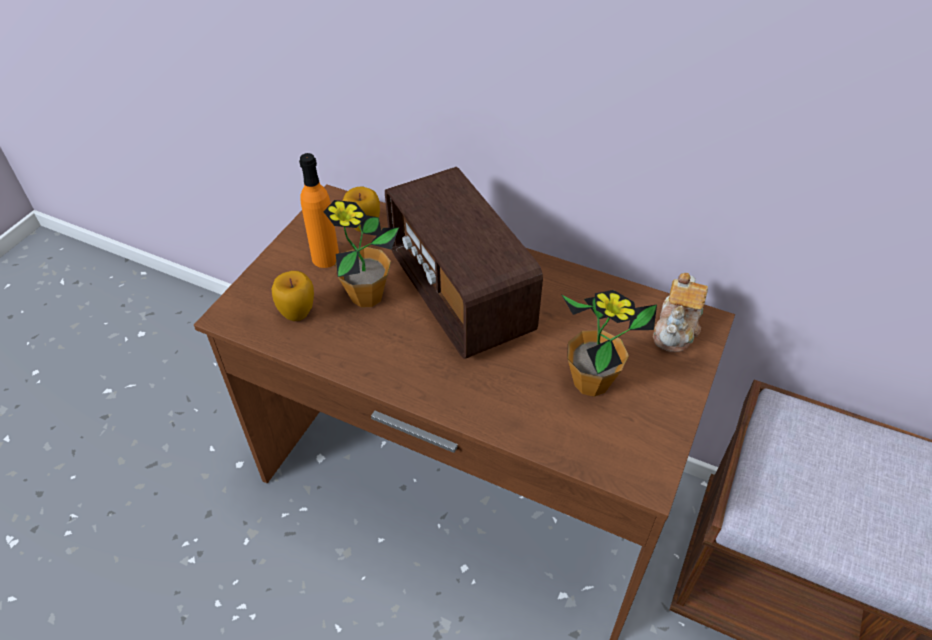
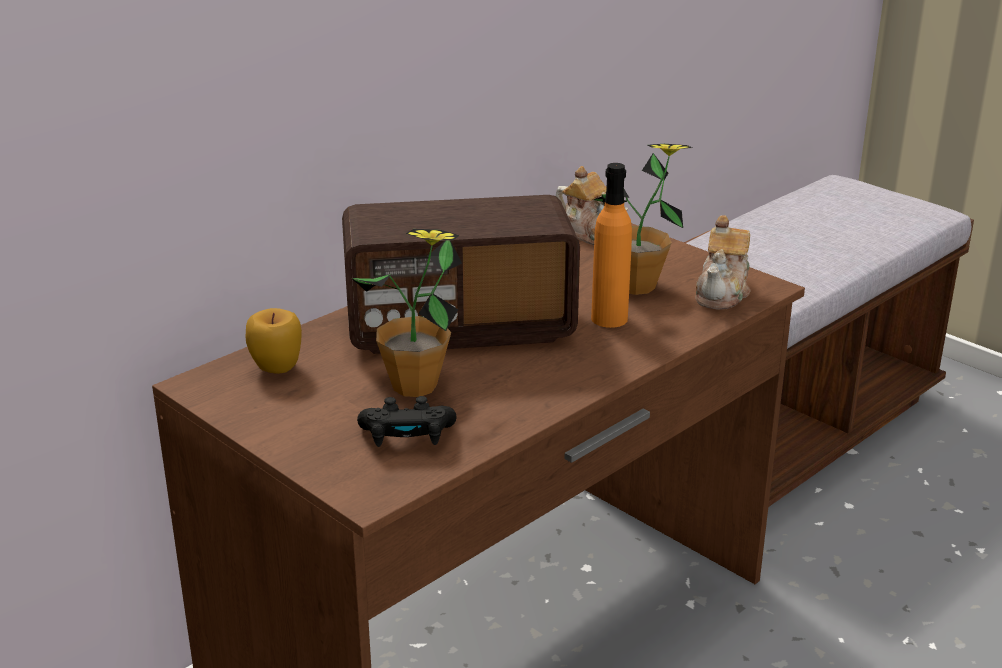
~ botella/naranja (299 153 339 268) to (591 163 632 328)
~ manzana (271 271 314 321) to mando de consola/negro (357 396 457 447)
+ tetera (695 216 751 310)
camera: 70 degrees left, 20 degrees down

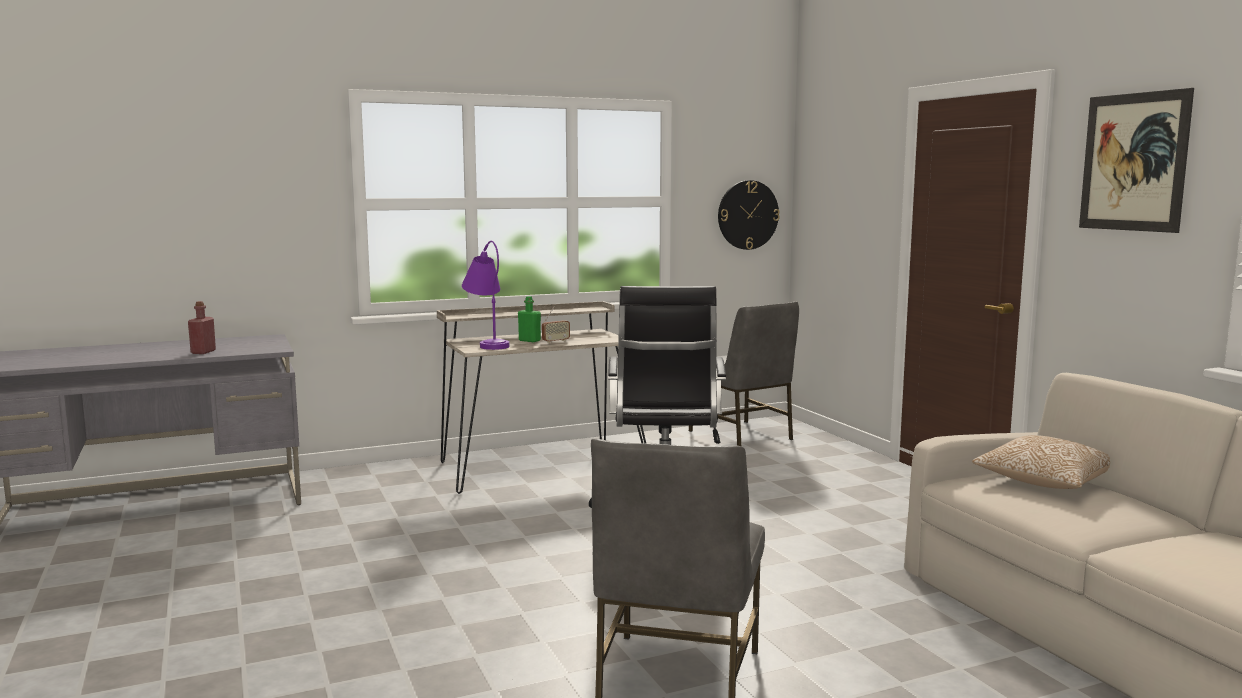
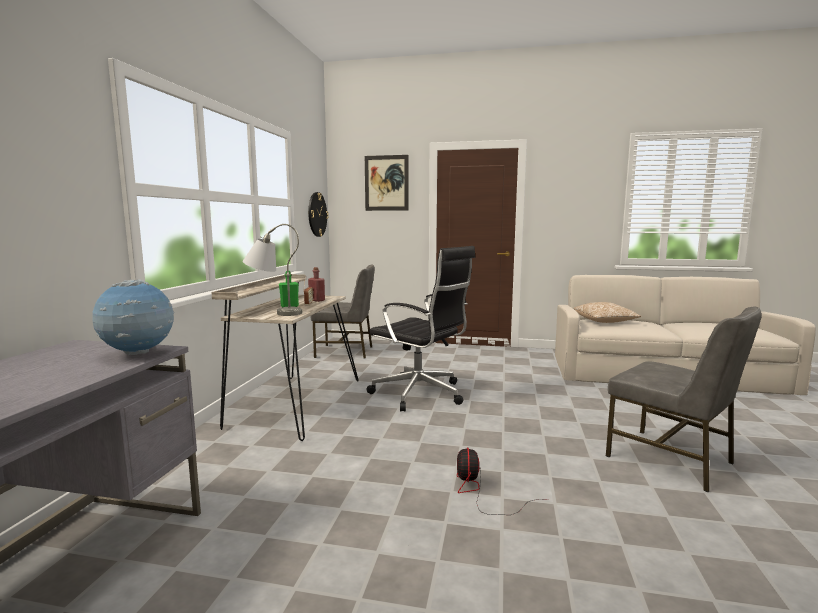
~ cuadro (1079 88 1194 233) to (365 155 408 211)
~ lámpara de mesa/morado (462 241 509 350) to lámpara de mesa/gris (243 224 302 316)
~ botella/rojo (188 301 216 354) to (308 267 325 302)
+ globo terráqueo (92 279 174 355)
+ ventilador (457 448 548 515)
camera: 55 degrees left, 0 degrees up

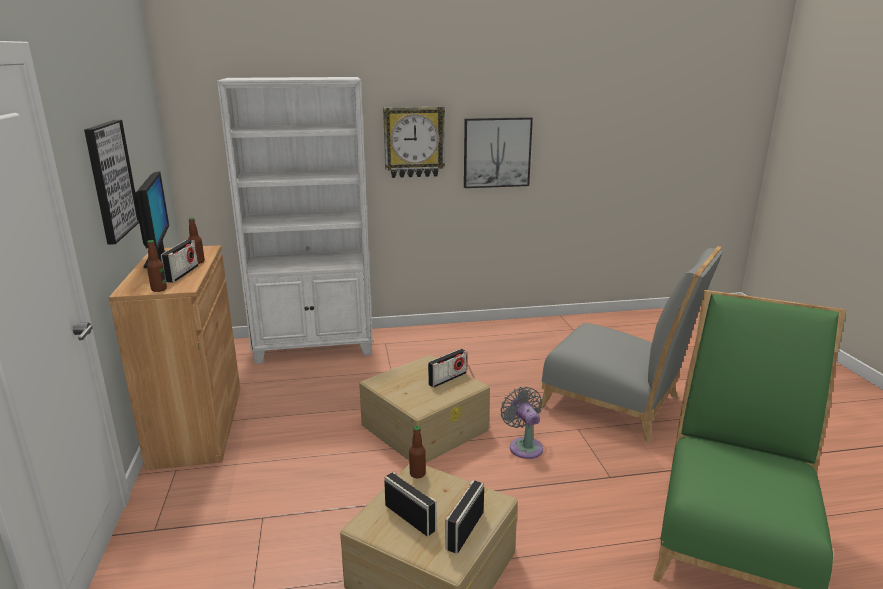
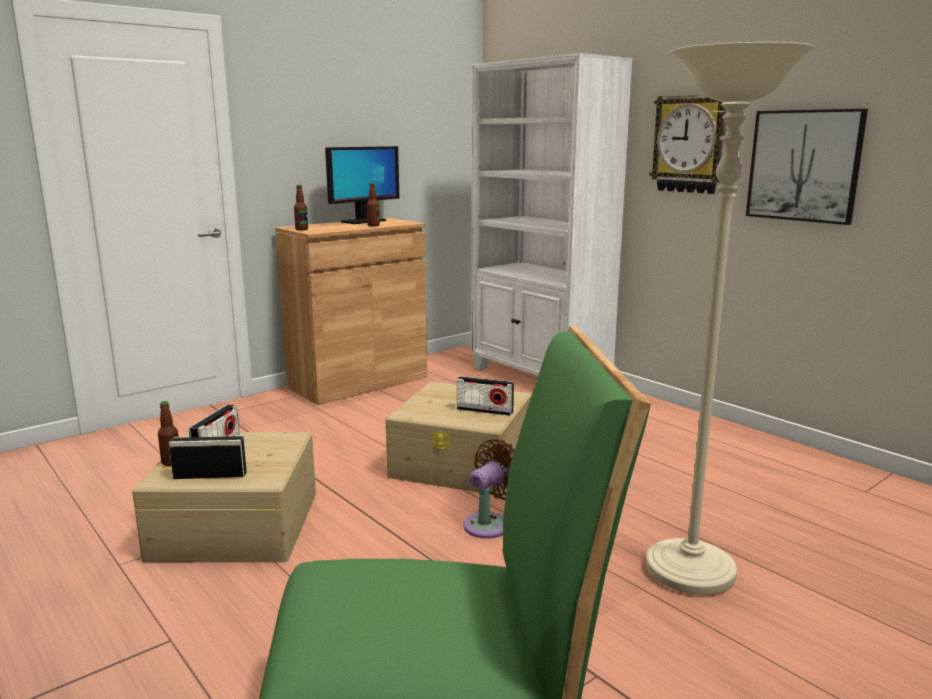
- cuadro (84 120 139 245)
- radio (161 240 198 283)
~ silla/gris (538 246 723 443) to lámpara de pie/beis (646 42 816 595)
~ ventilador/gris (500 387 543 459) to ventilador/marrón (463 439 515 539)
~ botella (409 426 426 478) to (158 401 179 466)
camera: 60 degrees right, 5 degrees down

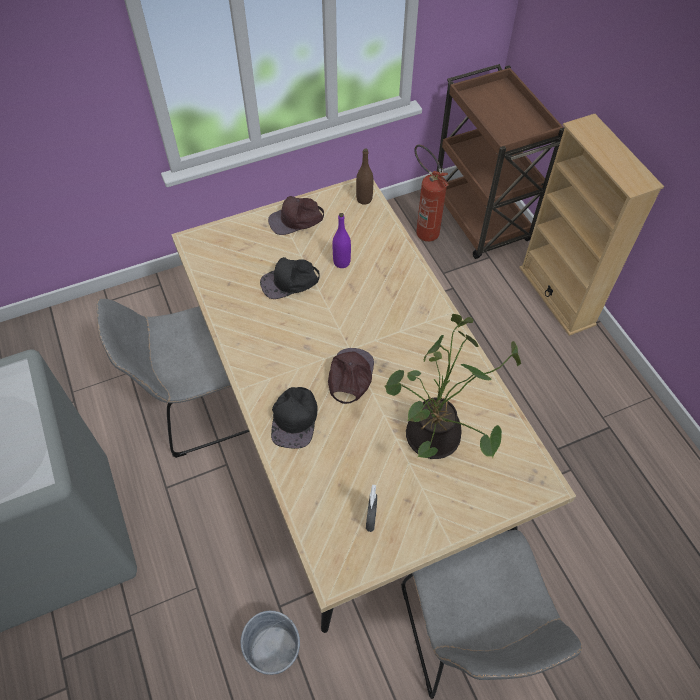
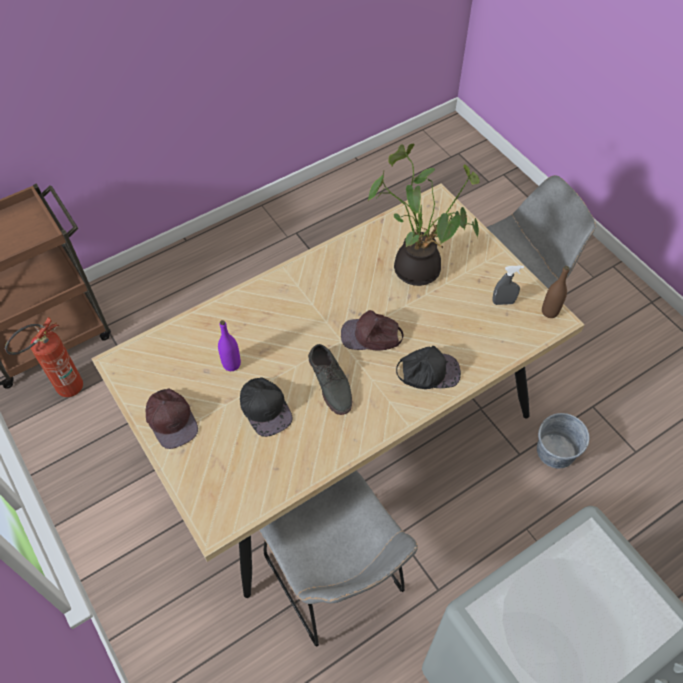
- estantería/beis (519 114 664 336)
~ botella/marrón (356 148 373 205) to (542 266 569 318)
+ zapato/gris (308 344 352 415)
camera: 100 degrees left, 0 degrees up

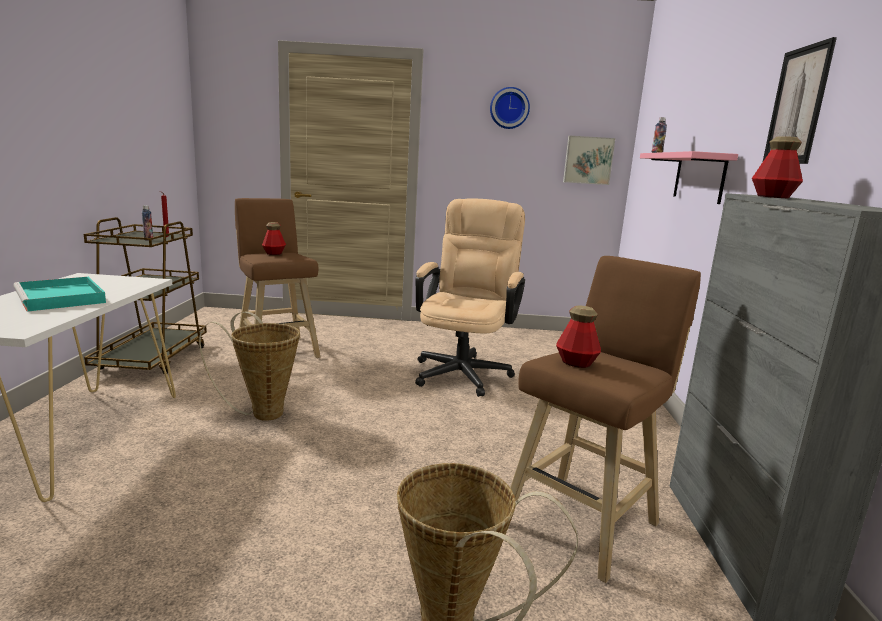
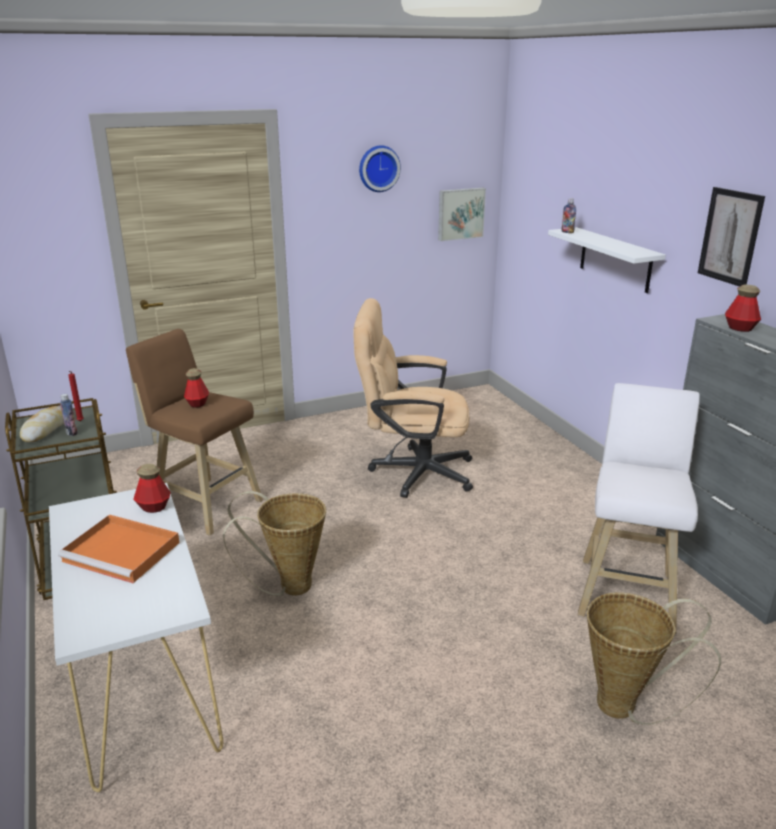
~ estante/rosa (640 151 738 204) to estante/blanco (548 227 666 293)
~ silla de oficina/beis (415 199 525 397) = (353 298 473 498) 75 degrees counterclockwise
~ taburete/marrón (510 256 701 583) to taburete/blanco (578 383 700 634)
~ bandeja/turquesa (13 277 106 312) to bandeja/naranja (58 515 179 583)
~ botella (556 305 601 368) to (133 464 171 513)
+ pan (20 406 64 442)
camera: 25 degrees left, 10 degrees up

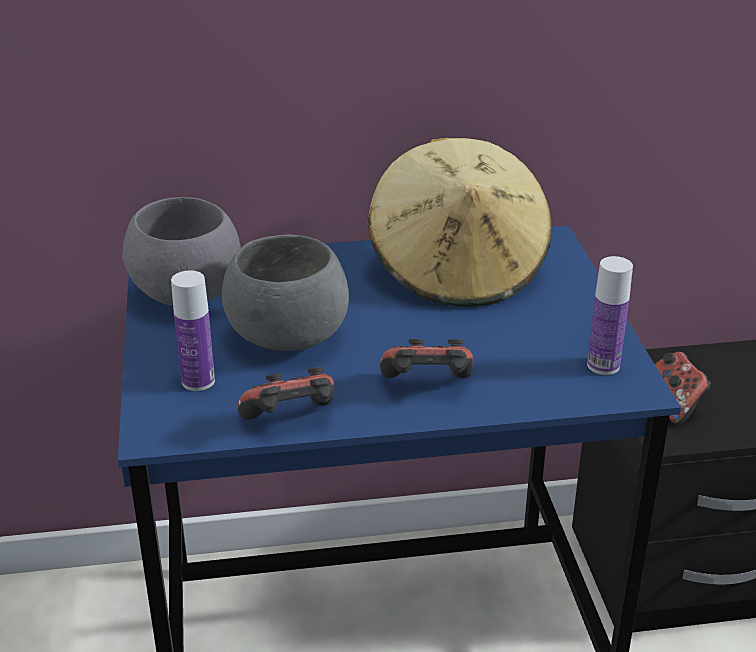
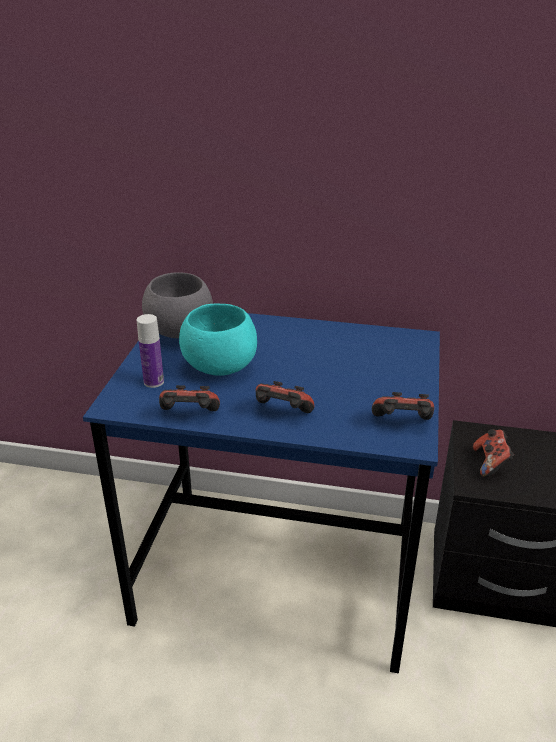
- sombrero/beis (367 138 552 307)
~ cuenco/gris (222 235 349 351) to cuenco/turquesa (179 304 257 376)
~ botella (587 256 633 375) to mando de consola (372 392 434 420)
camera: 20 degrees right, 0 degrees up

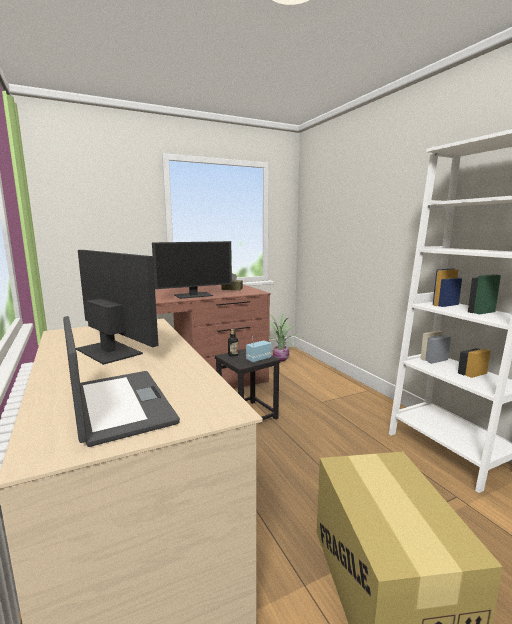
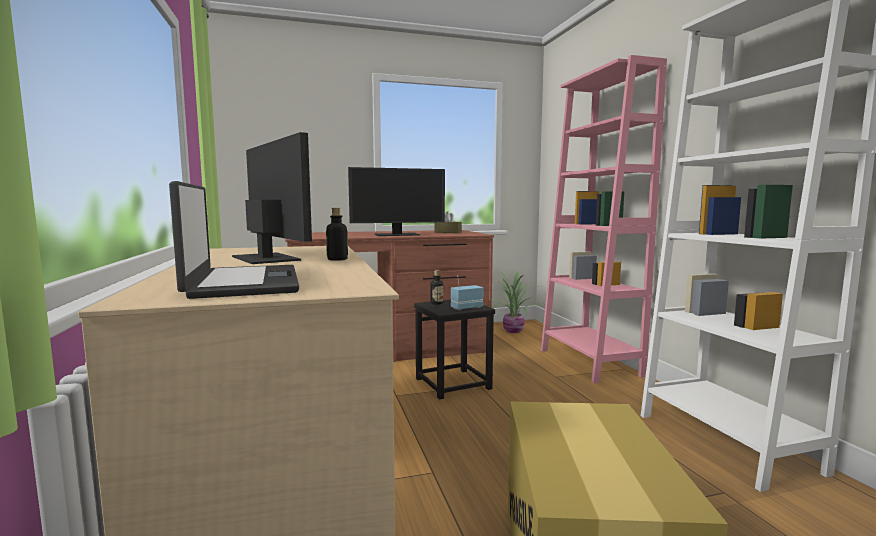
+ estantería/rosa (541 55 667 383)
+ botella (326 208 348 261)
camera: 10 degrees right, 5 degrees down

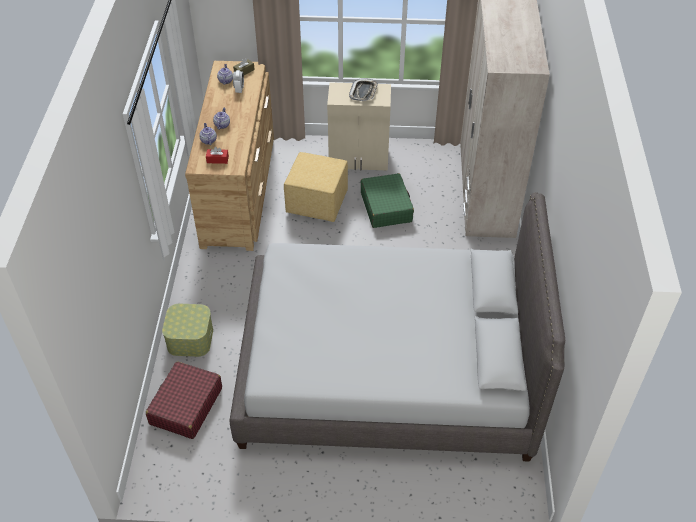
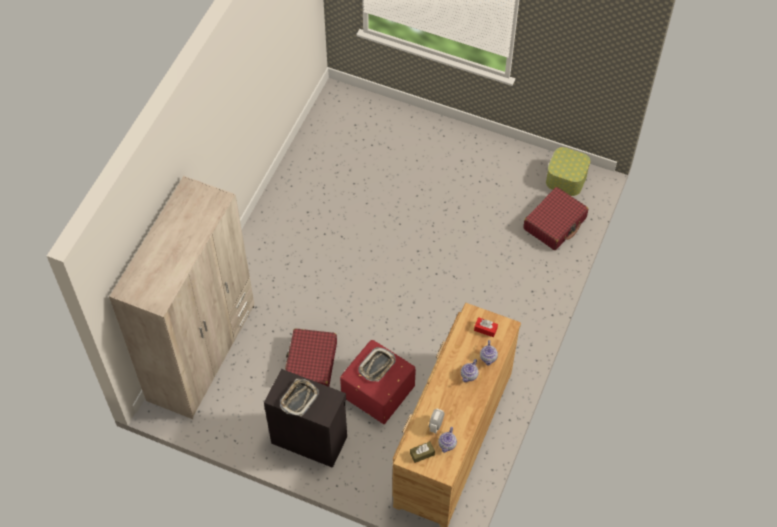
~ armario/beis (327 82 391 171) to armario/negro (264 369 347 468)
~ puf/amarillo (284 152 348 222) to puf/rojo (340 340 416 424)
~ maleta/verde (361 173 414 228) to maleta/rojo (285 328 337 387)
- cama/gris (230 192 565 462)
~ caja de almacenaje (162 304 213 357) to (546 147 590 196)
+ bandeja (358 347 396 381)
camera: 160 degrees left, 10 degrees up

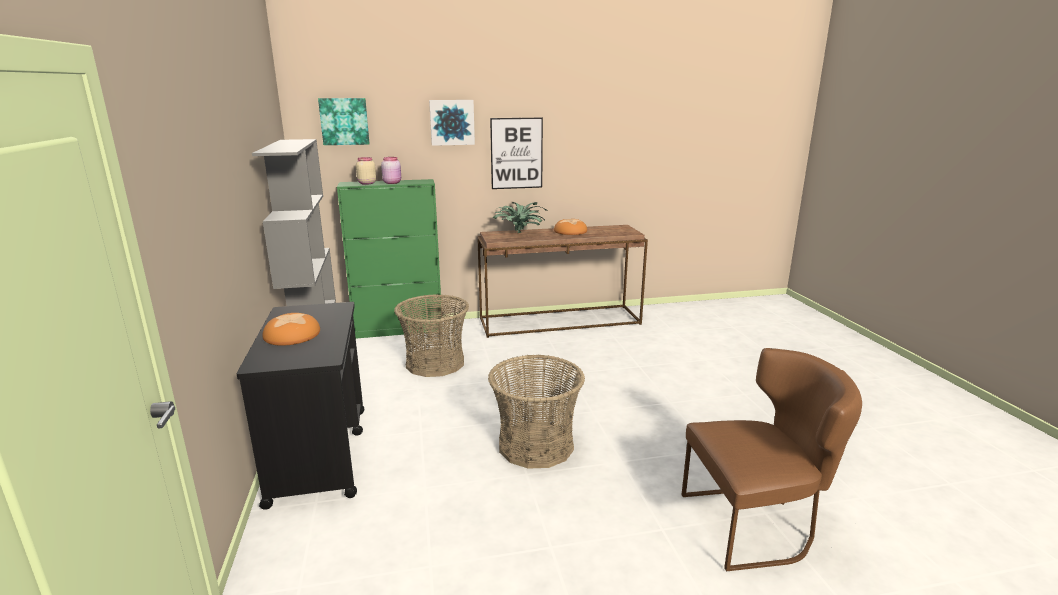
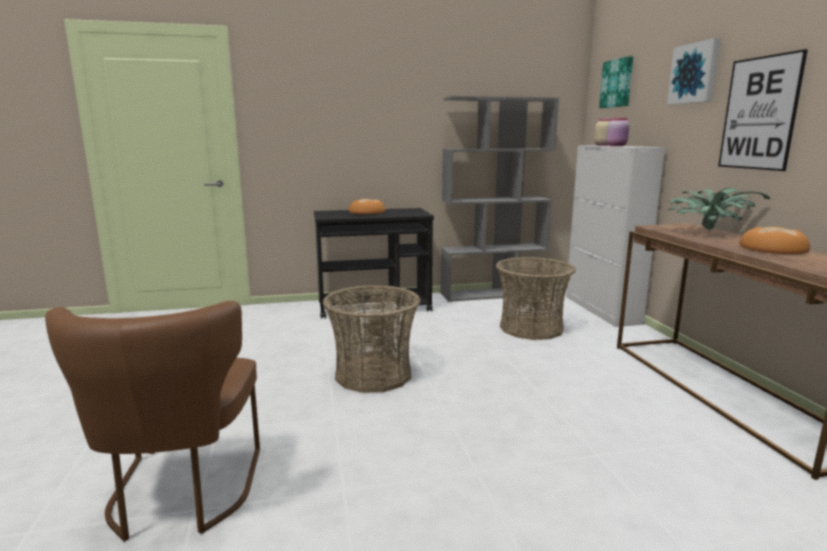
~ armario/verde (337 179 441 338) to armario/blanco (566 145 665 327)
camera: 90 degrees right, 5 degrees down

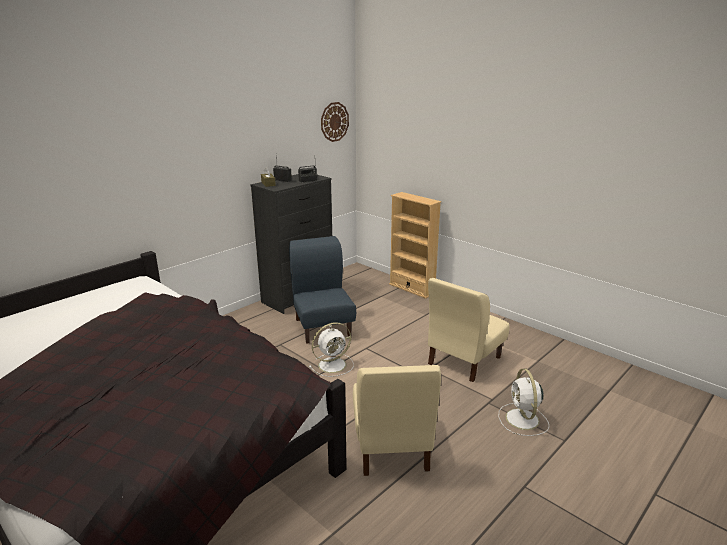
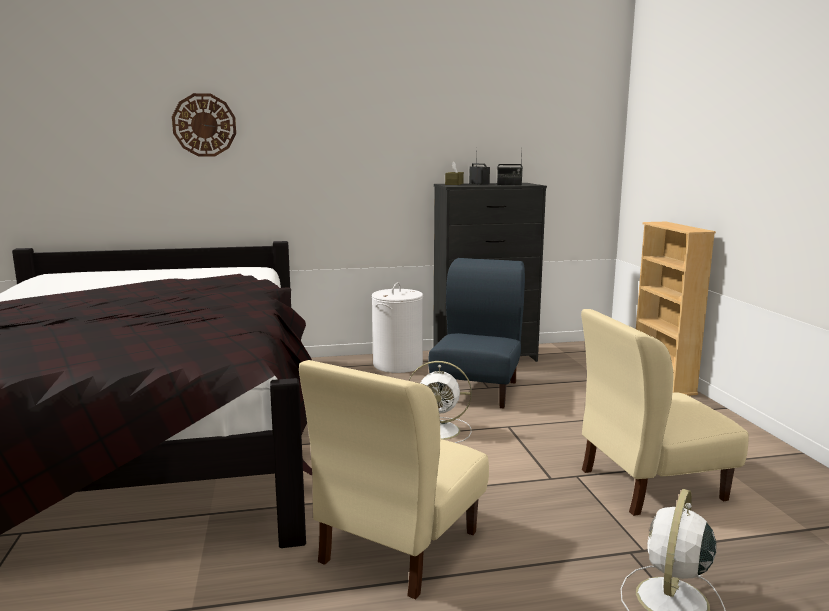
~ reloj de pared (321 102 349 142) to (172 93 236 157)
+ cesto de la ropa/blanco (372 282 423 373)
camera: 35 degrees right, 10 degrees down

